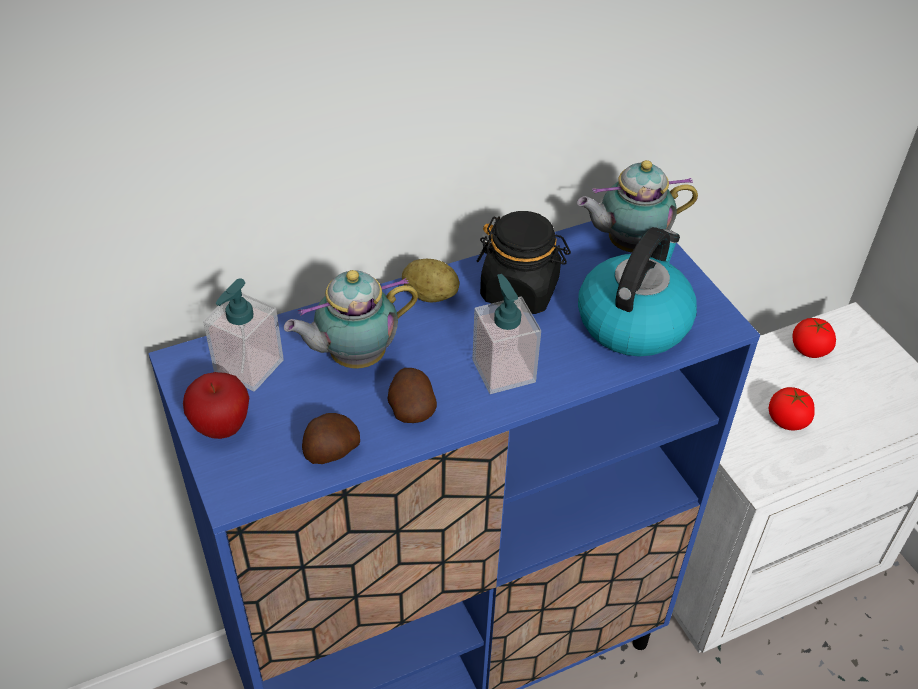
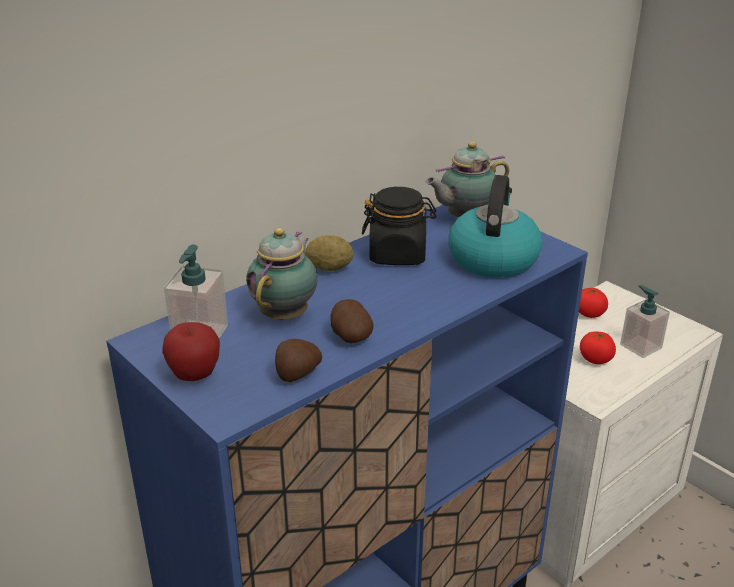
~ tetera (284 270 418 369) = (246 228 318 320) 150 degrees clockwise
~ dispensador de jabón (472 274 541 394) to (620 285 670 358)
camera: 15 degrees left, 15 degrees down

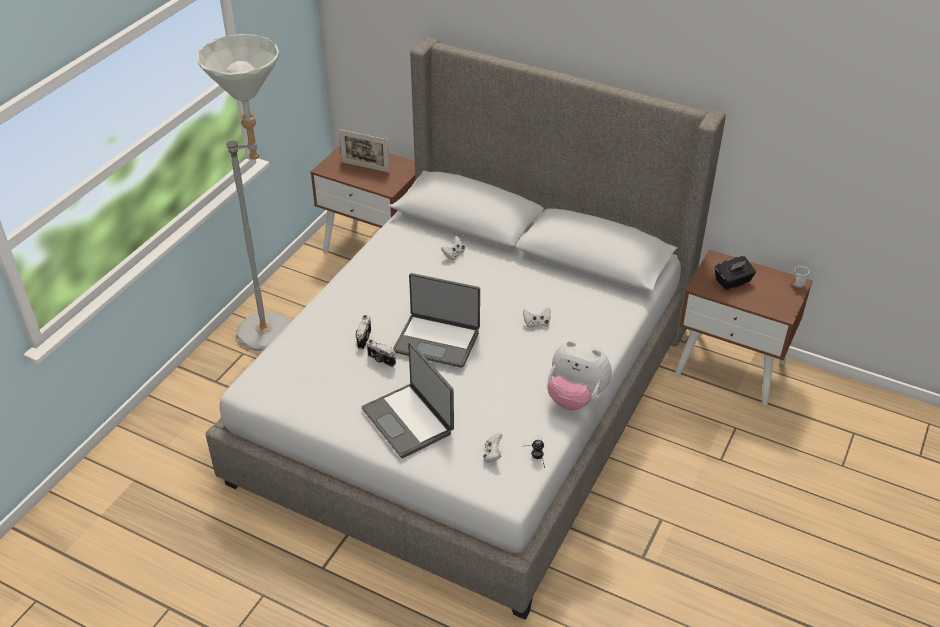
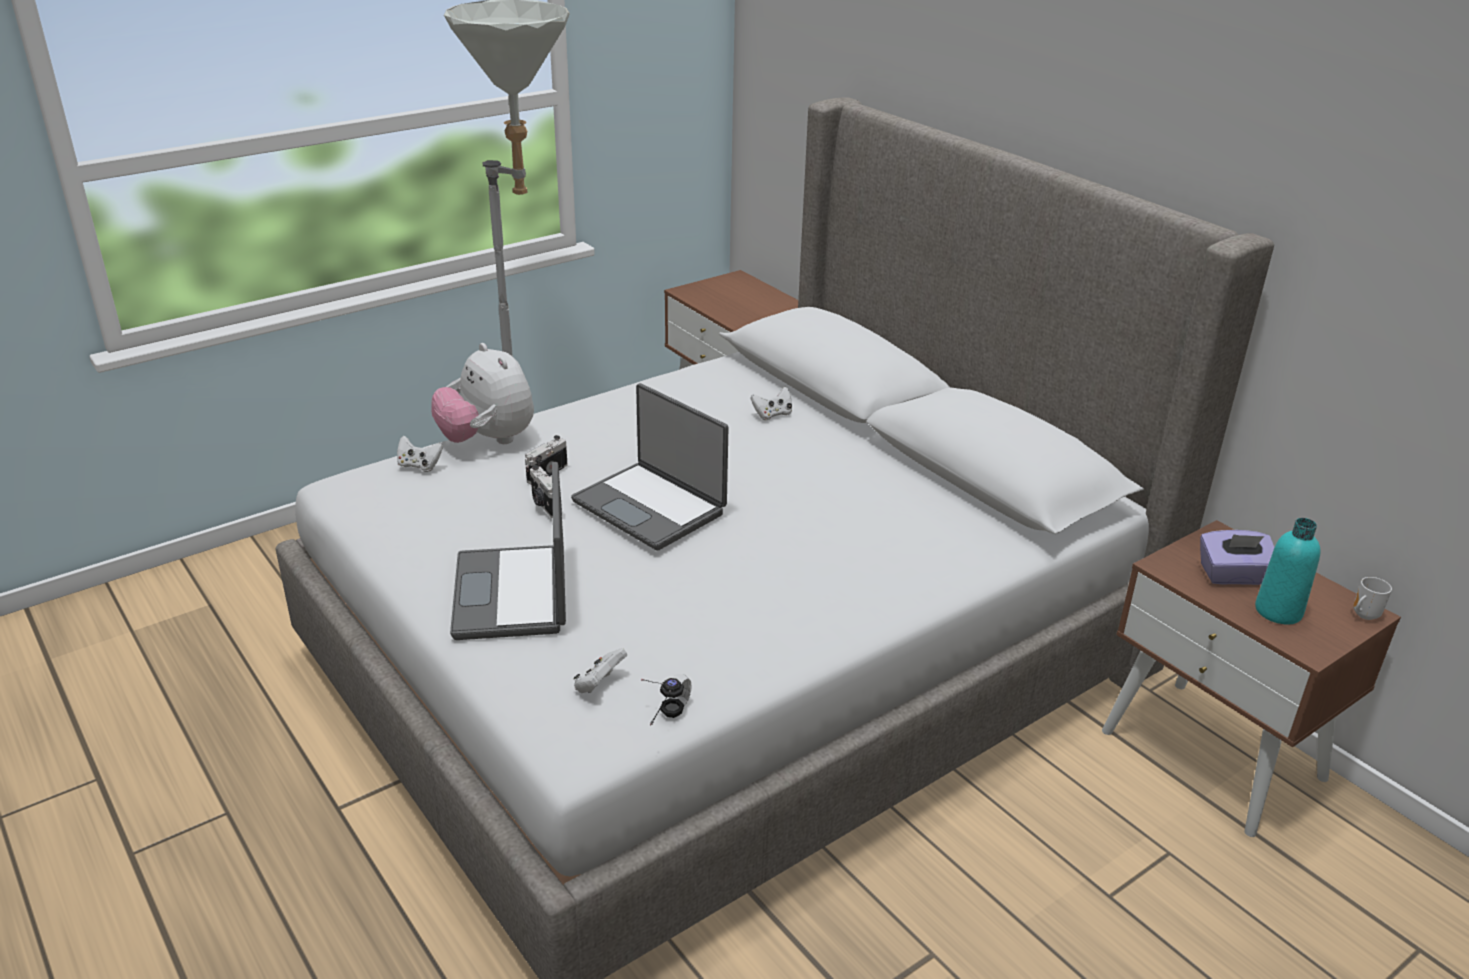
- portarretratos (339 129 390 173)
~ caja de pañuelos/negro (715 256 756 290) to caja de pañuelos/morado (1200 530 1274 585)
~ mando de consola/blanco (523 307 551 328) to (397 436 443 472)
~ peluche (547 341 612 410) to (431 343 534 444)
+ botella/turquesa (1255 518 1321 624)
camera: 25 degrees right, 10 degrees down

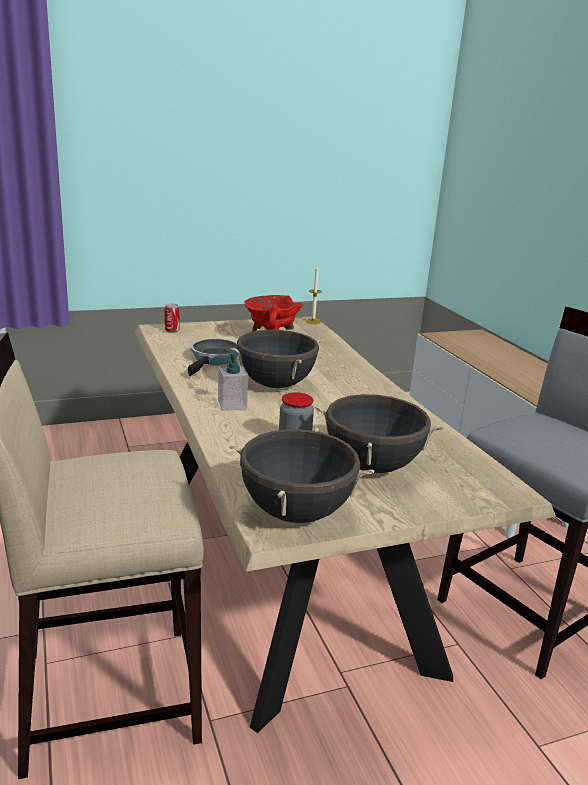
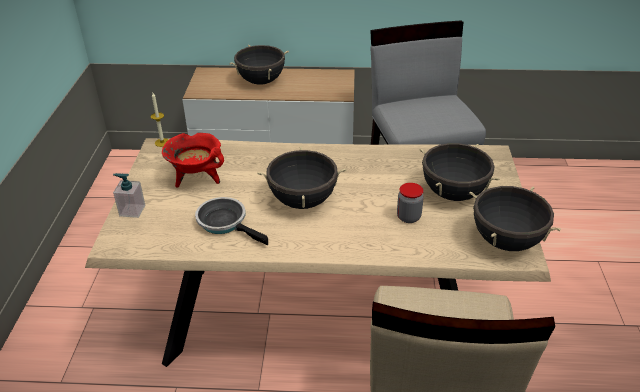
- lata (164 303 179 333)
~ dispensador de jabón (218 349 248 411) to (113 173 145 218)
+ olla/negro (229 45 289 85)
camera: 65 degrees left, 15 degrees up

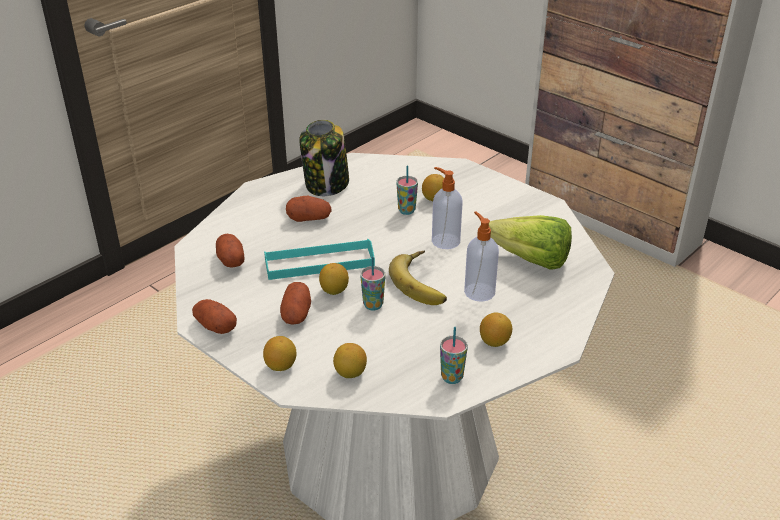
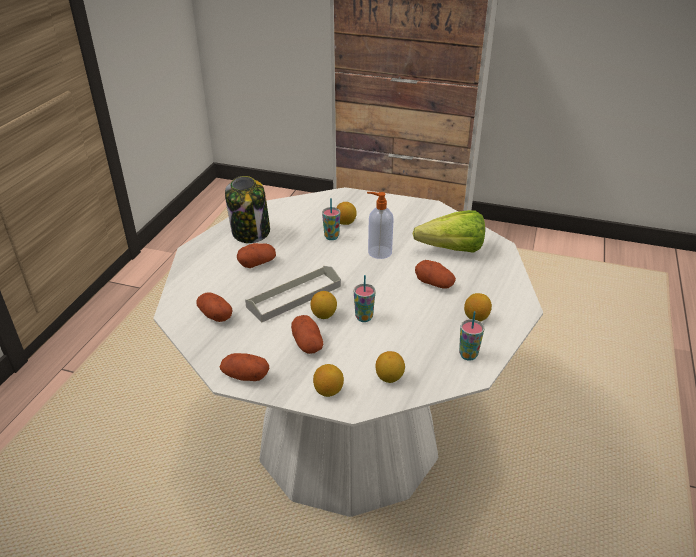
~ dispensador de jabón (464 212 499 302) to patata (415 260 456 289)
~ bandeja/turquesa (264 239 375 280) to bandeja/gris (245 266 341 323)
- plátano (389 251 447 305)
camera: 25 degrees left, 0 degrees up

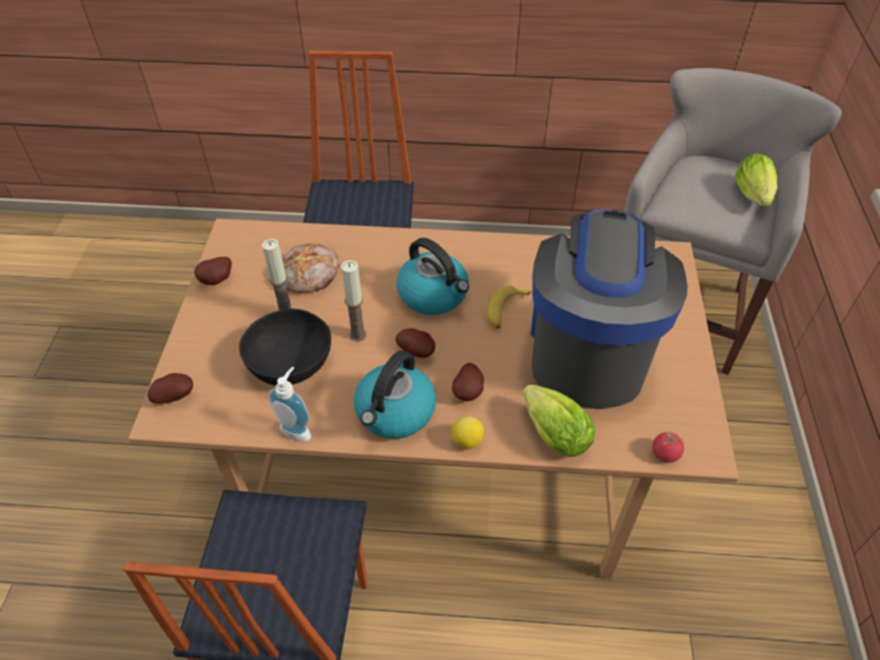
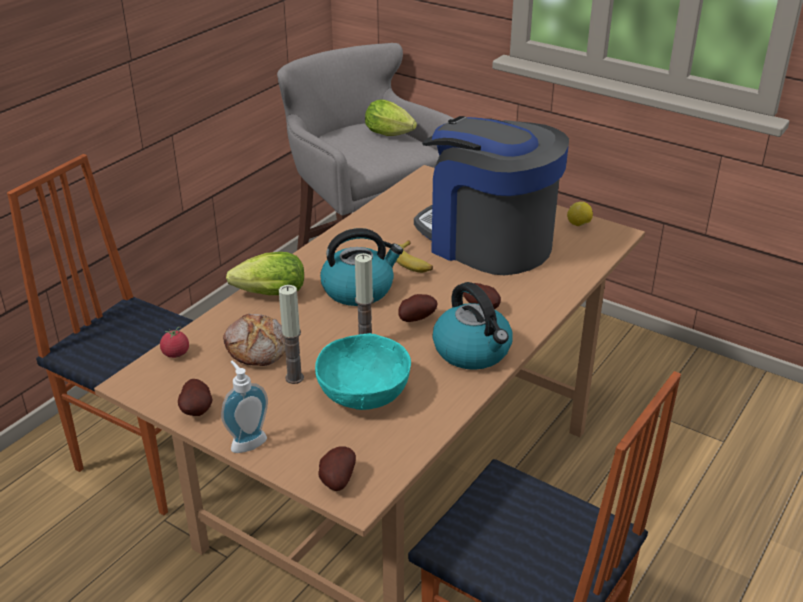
~ cuenco/negro (239 308 331 386) to cuenco/turquesa (315 333 411 410)
~ dispensador de jabón (268 367 311 442) to (221 360 268 453)
~ lechuga (522 385 595 457) to (226 252 304 295)
~ limón (451 416 484 449) to (567 202 593 226)
~ tomate (652 432 685 463) to (160 327 189 358)
camera: 60 degrees left, 15 degrees down

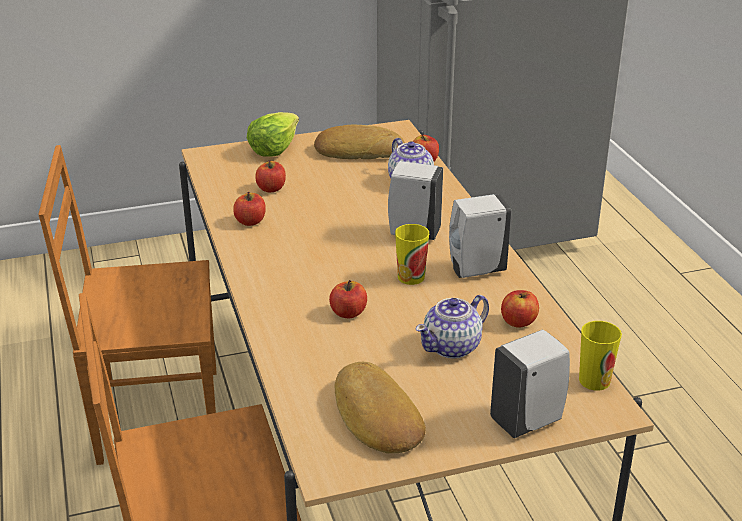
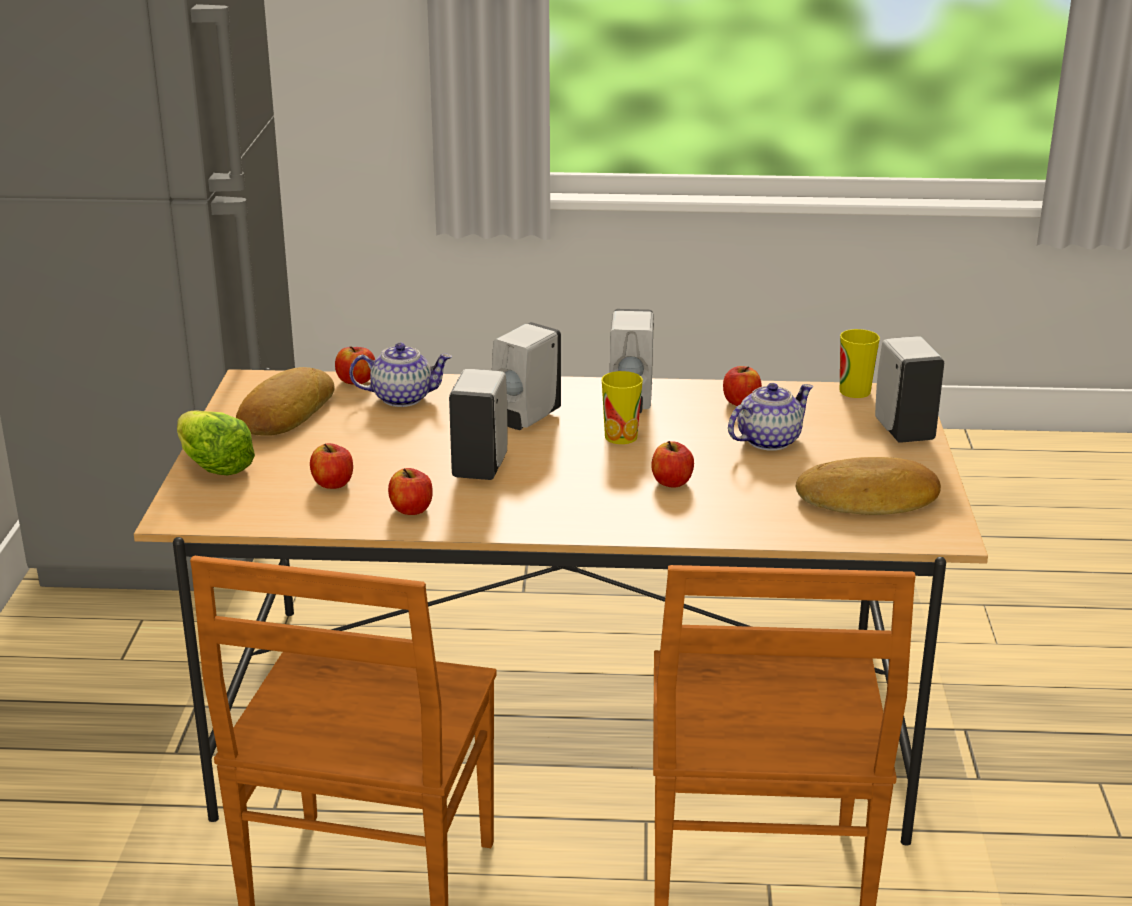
~ tetera (416 295 489 359) = (728 383 813 451) 105 degrees counterclockwise
+ dispensador de jabón/blanco (449 369 508 480)
camera: 70 degrees left, 5 degrees down

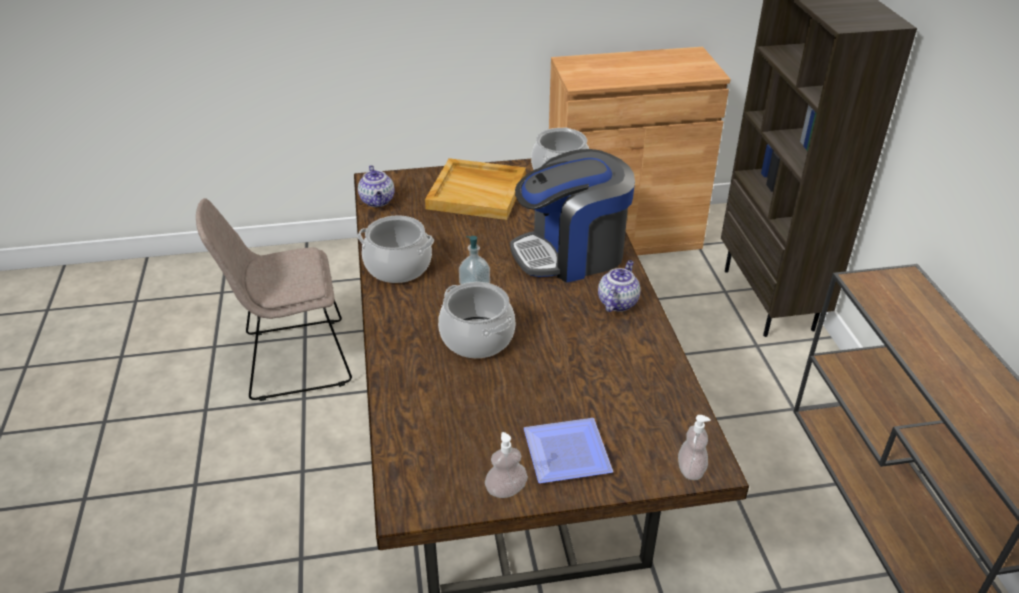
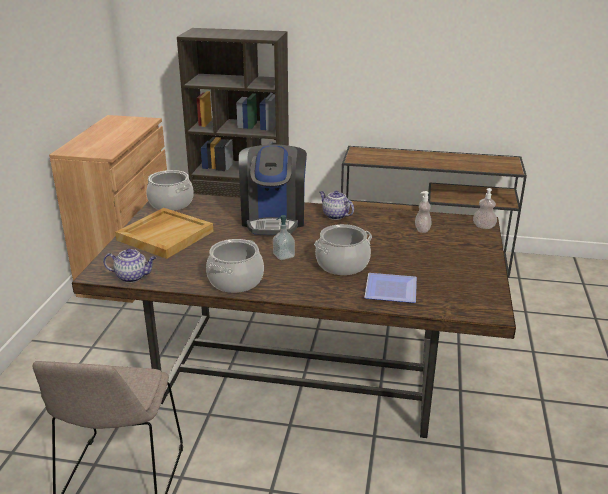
~ plato (524 418 613 483) to (364 273 417 303)
~ dispensador de jabón (485 432 528 498) to (415 191 432 233)
camera: 70 degrees left, 10 degrees down

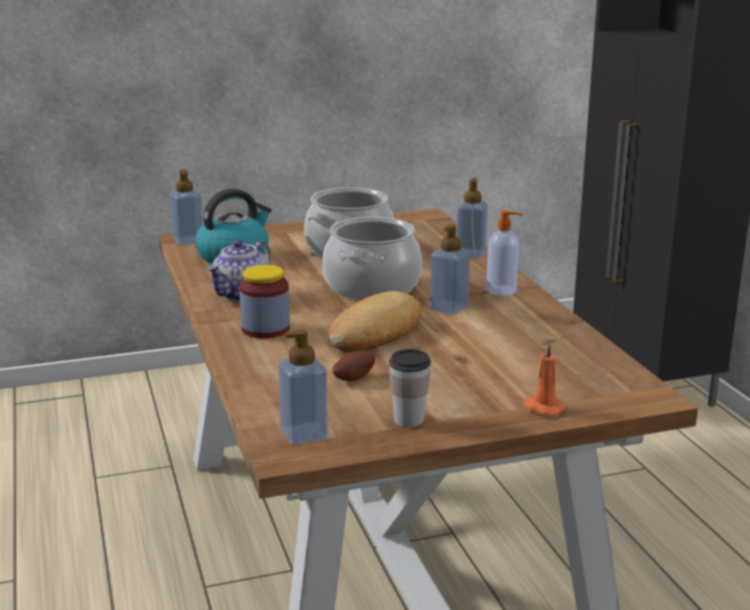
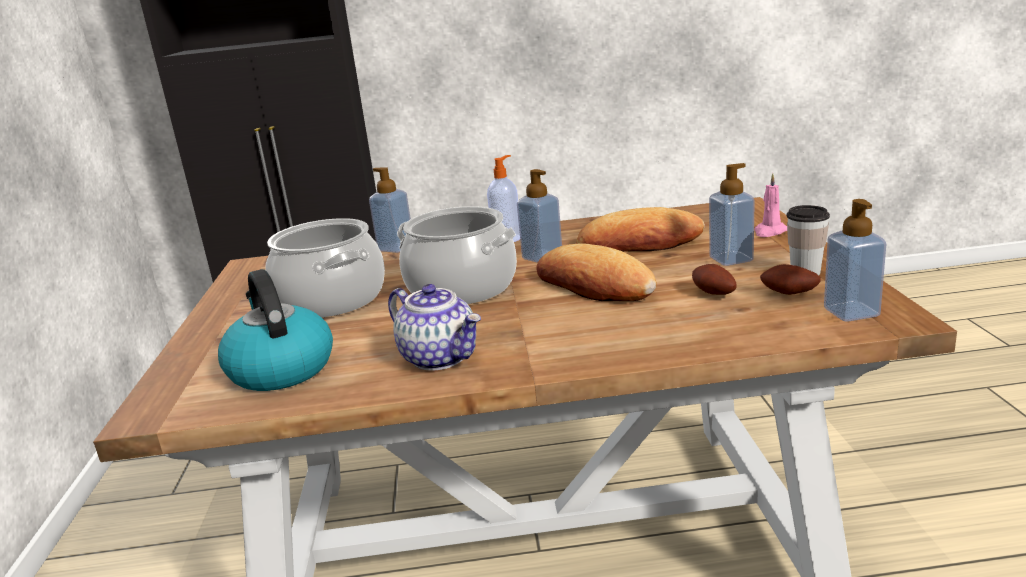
~ dispensador de jabón (169 169 203 246) to (709 163 755 266)
- tarro (239 265 290 338)
~ vela/naranja (523 343 566 416) to vela/rosa (754 173 787 237)
+ pan (576 207 705 252)
+ patata (760 264 821 295)
camera: 75 degrees left, 0 degrees up

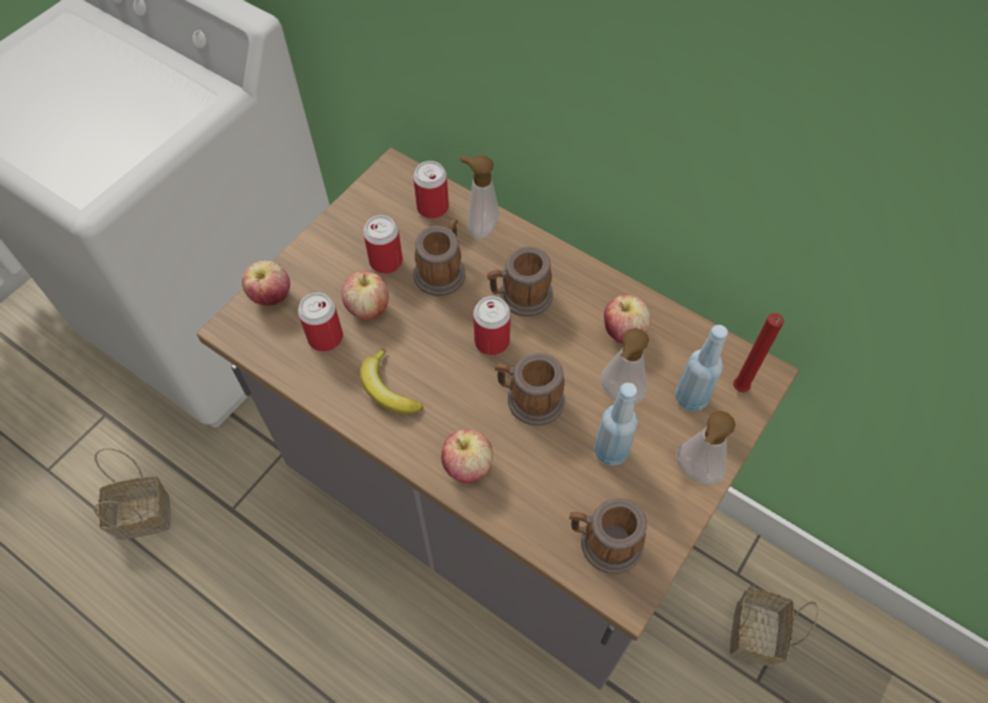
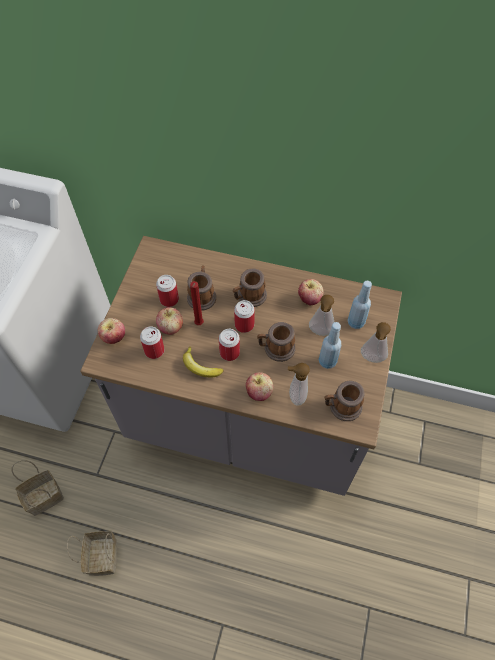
~ dispensador de jabón (460 155 499 239) to (288 363 310 406)
~ lata (413 161 449 219) to (219 329 240 361)
~ vela/rojo (733 313 784 393) to (190 281 204 325)
~ cesta (730 585 819 667) to (67 531 117 576)
camera: 20 degrees left, 0 degrees up

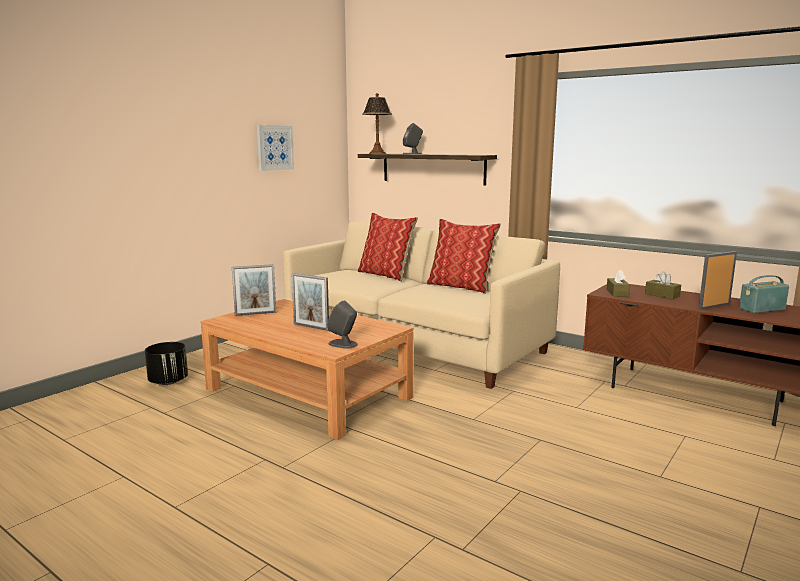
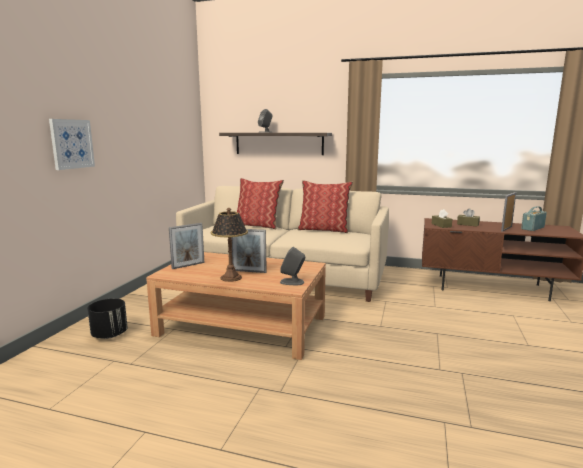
~ lámpara de mesa (362 93 392 154) to (211 208 248 282)
~ cuadro (257 125 294 171) to (49 119 95 170)
camera: 20 degrees left, 0 degrees up

